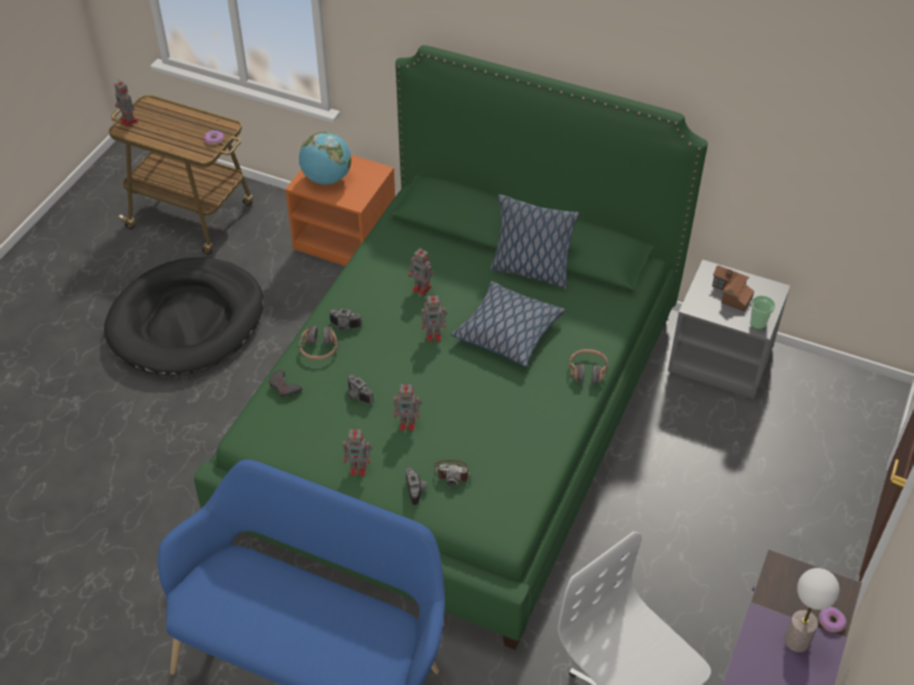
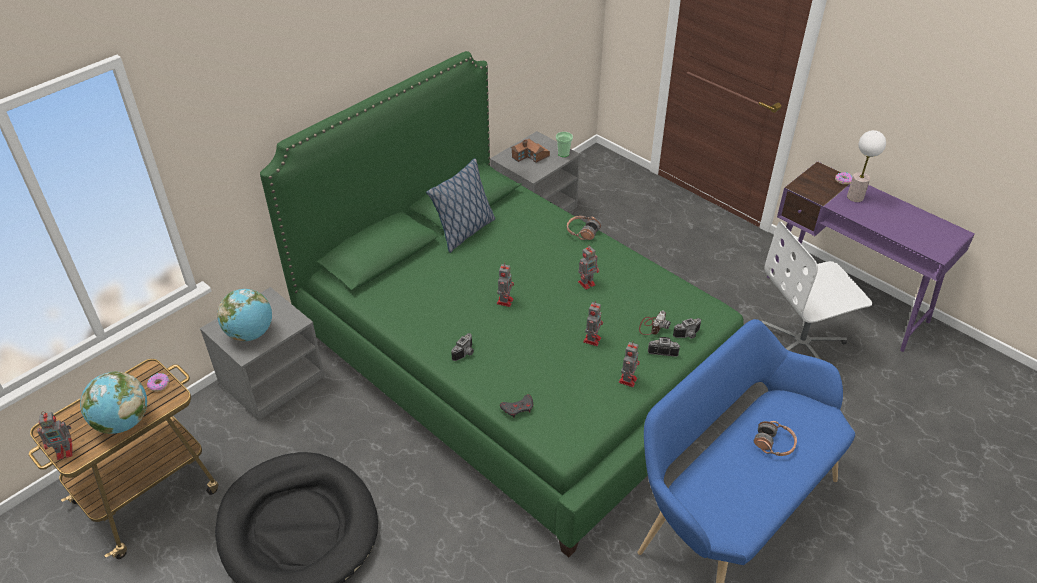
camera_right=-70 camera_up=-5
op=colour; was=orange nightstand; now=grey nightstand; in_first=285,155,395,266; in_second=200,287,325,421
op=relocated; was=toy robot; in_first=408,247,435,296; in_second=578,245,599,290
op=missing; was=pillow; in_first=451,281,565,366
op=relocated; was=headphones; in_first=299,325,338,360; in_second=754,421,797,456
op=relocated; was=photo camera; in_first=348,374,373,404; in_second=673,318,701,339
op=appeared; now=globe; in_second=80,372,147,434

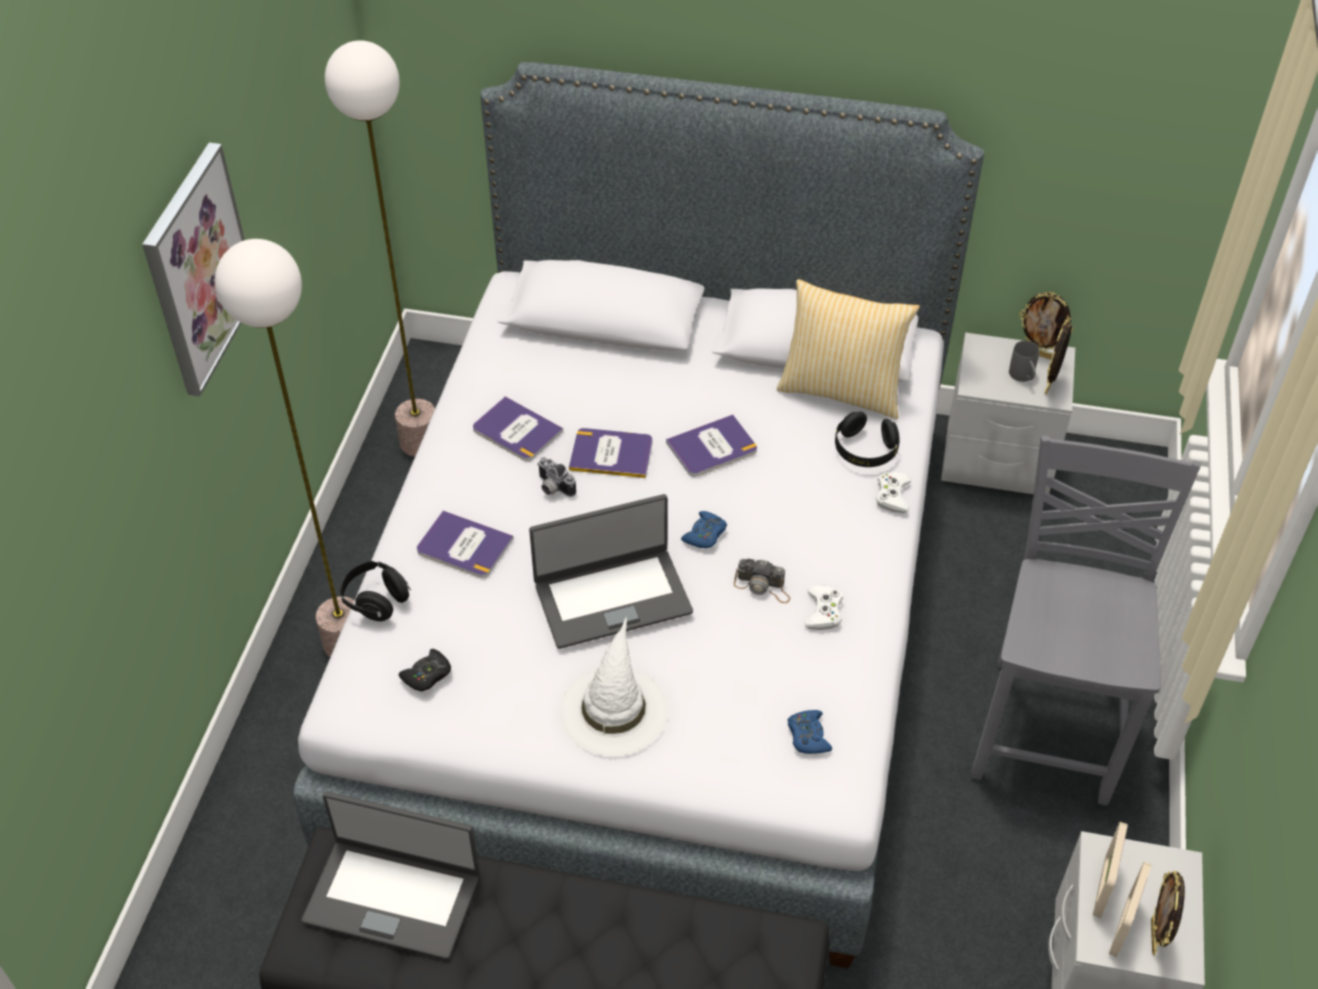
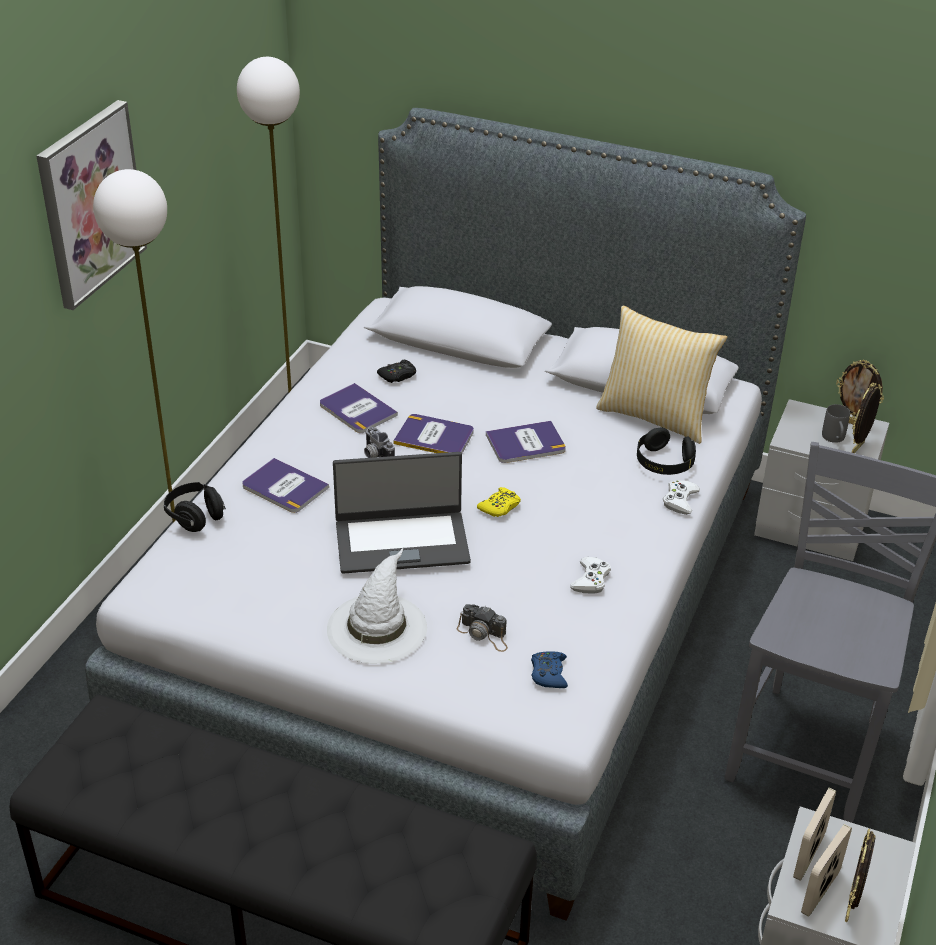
camera_right=10 camera_up=-10
op=colour; was=blue game controller; now=yellow game controller; in_first=681,511,727,548; in_second=477,487,521,517
op=relocated; was=photo camera; in_first=734,559,790,603; in_second=457,604,508,652
op=relocated; was=black game controller; in_first=399,649,451,691; in_second=377,360,416,383
op=missing; was=laptop; in_first=302,792,480,959

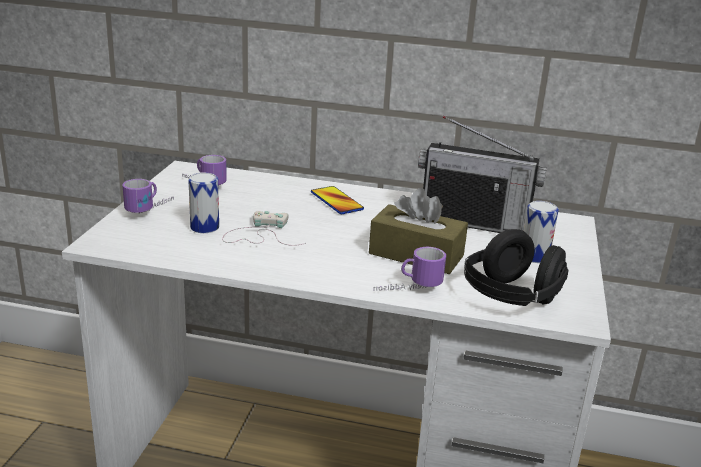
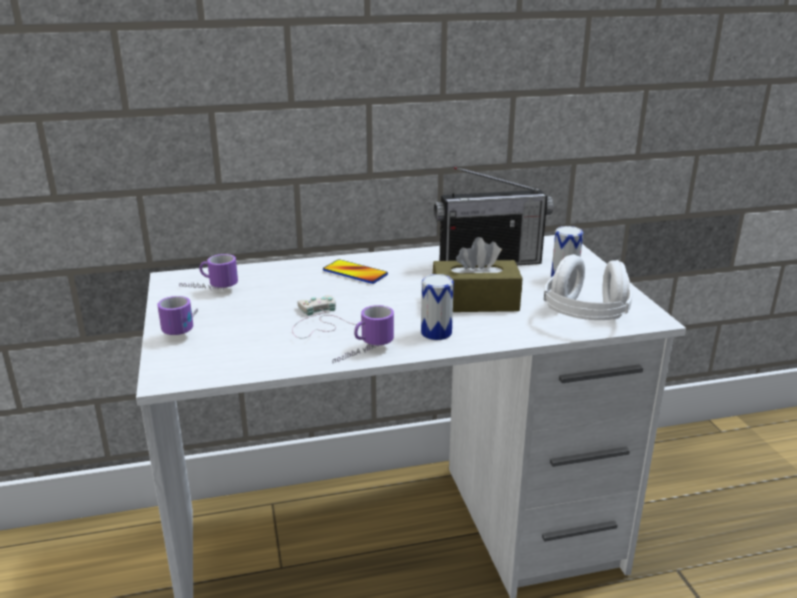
camera_right=-25 camera_up=0
op=relocated; was=can; in_first=188,172,219,233; in_second=421,274,454,340
op=colour; was=black headphones; now=white headphones; in_first=464,229,569,306; in_second=544,254,632,320
op=relocated; was=mug; in_first=373,247,446,291; in_second=333,305,394,363

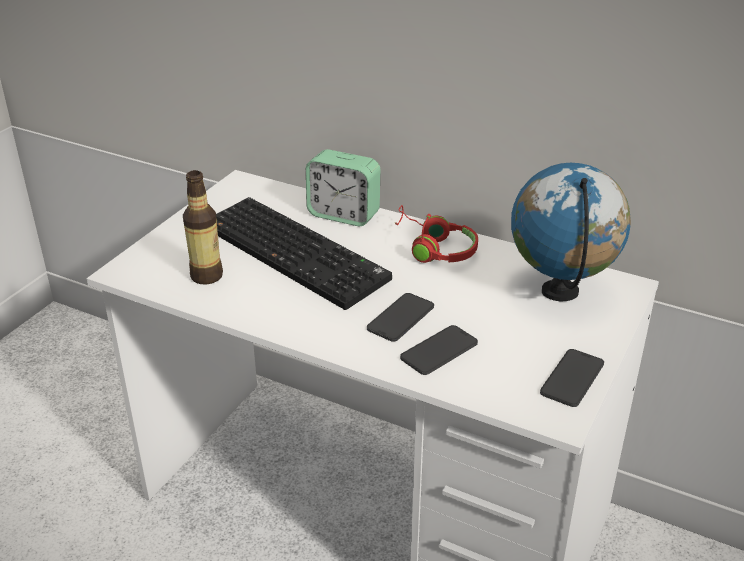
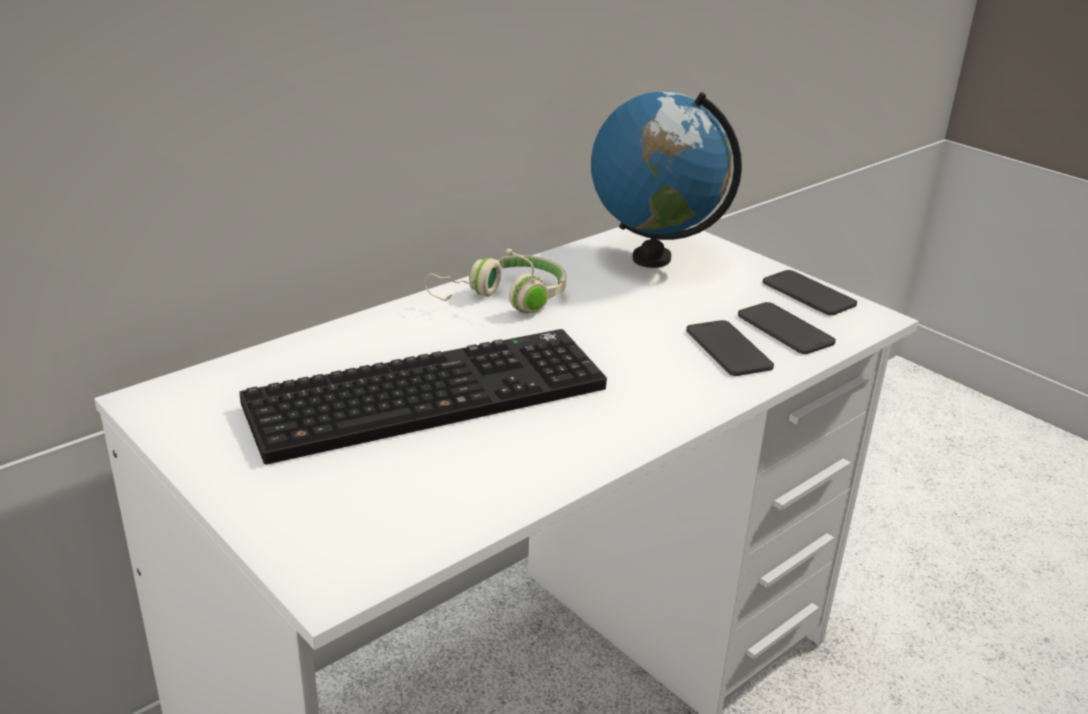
camera_right=-70 camera_up=-5
op=missing; was=alarm clock; in_first=306,149,380,226
op=missing; was=bottle; in_first=183,170,223,285
op=colour; was=red headphones; now=beige headphones; in_first=395,205,478,263; in_second=425,249,566,313
op=relocated; was=phone; in_first=367,293,434,342; in_second=738,302,836,354

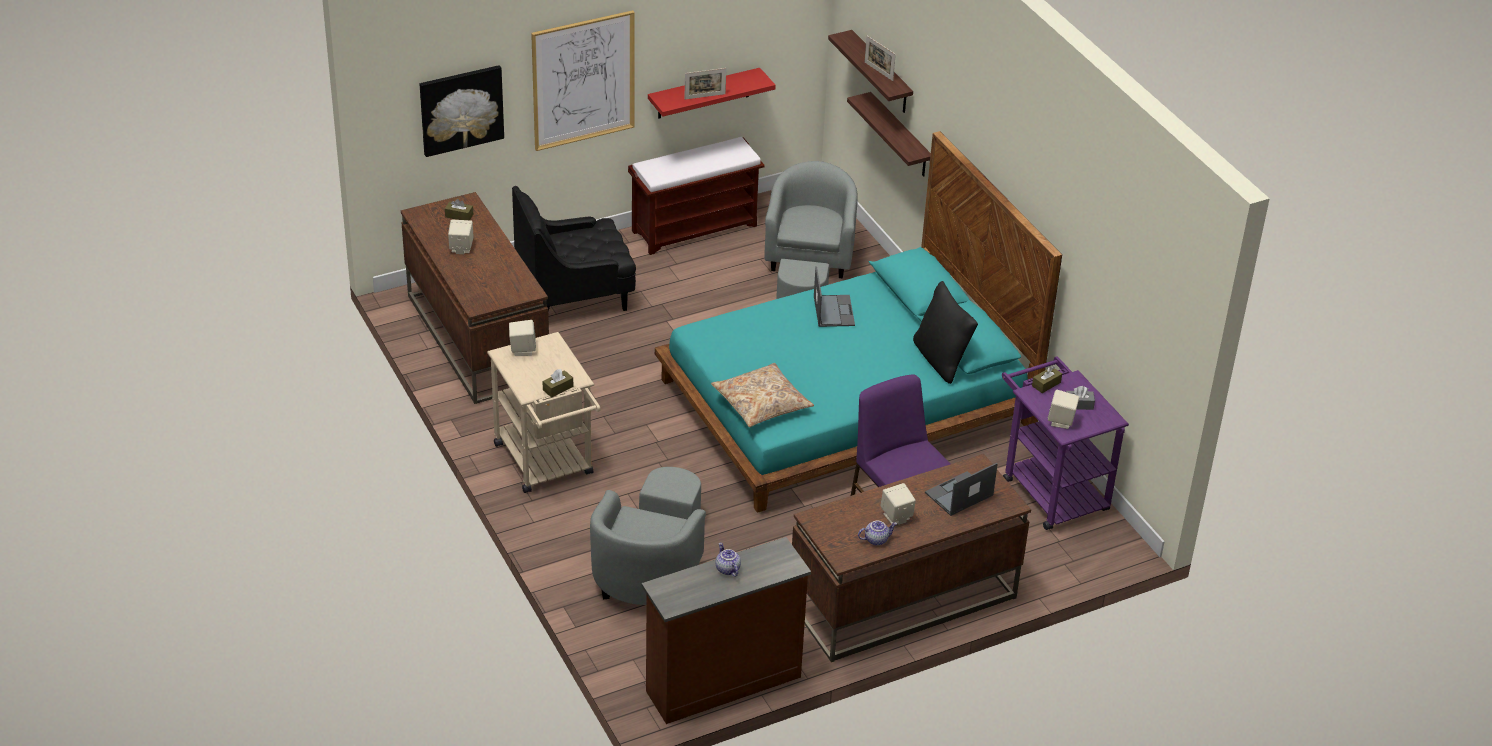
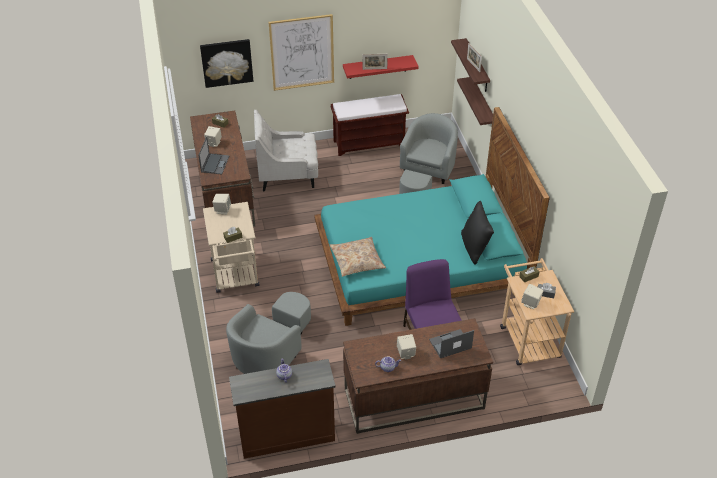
camera_right=15 camera_up=5
op=colour; was=black armchair; now=white armchair; in_first=512,186,636,311; in_second=254,110,318,191
op=relocated; was=laptop; in_first=814,266,855,327; in_second=198,137,229,174
op=colour; was=purple cart; now=beige cart; in_first=1002,356,1129,530; in_second=500,258,574,365

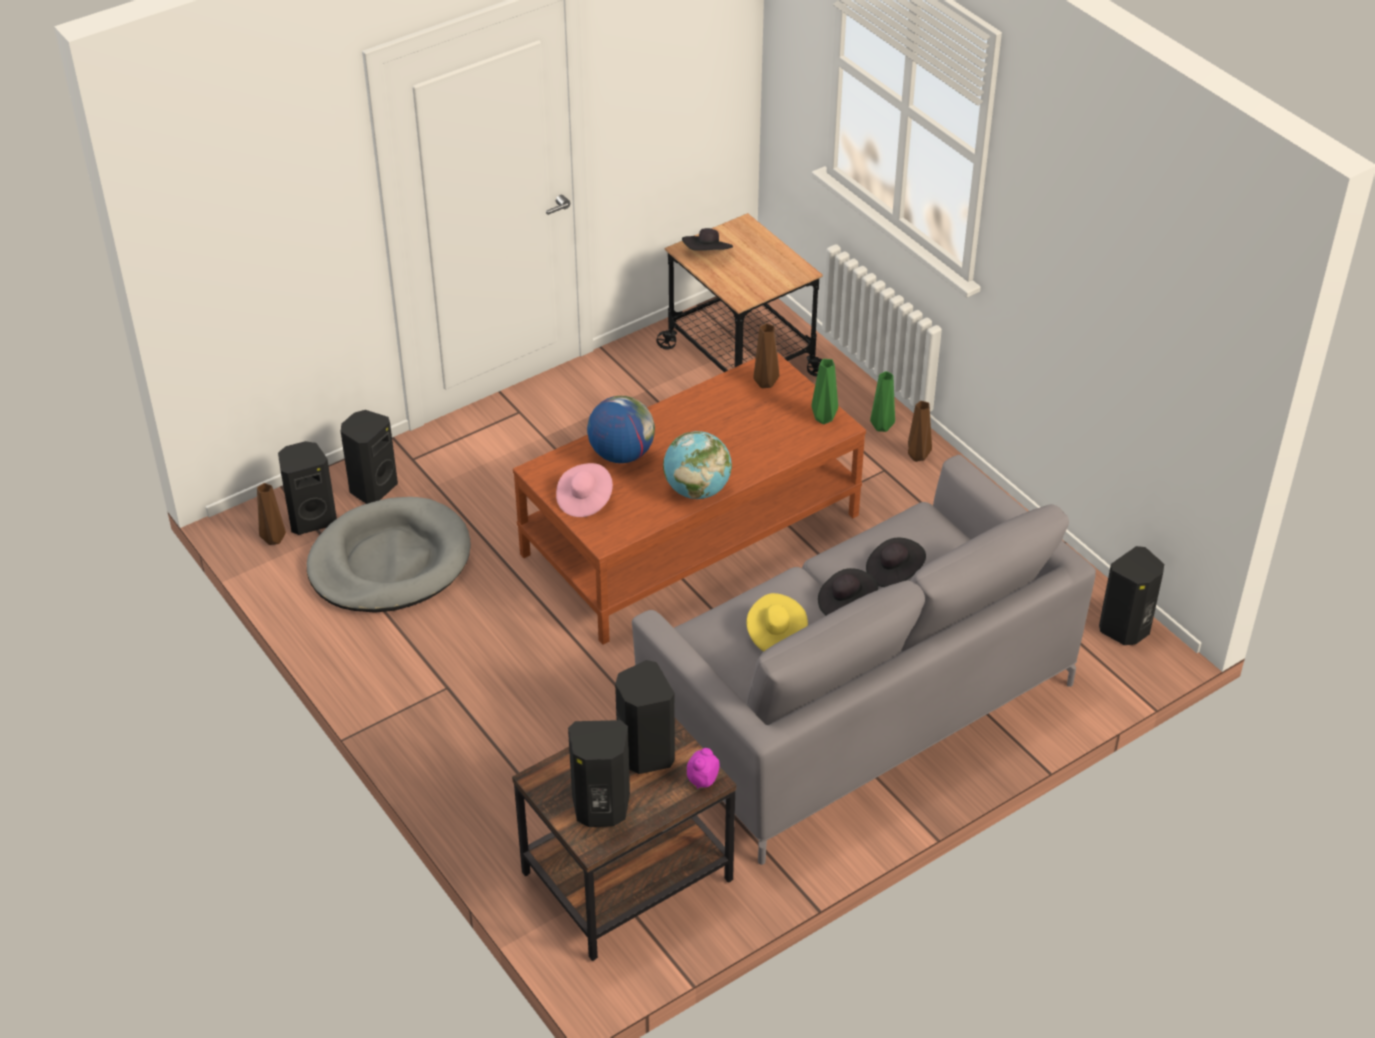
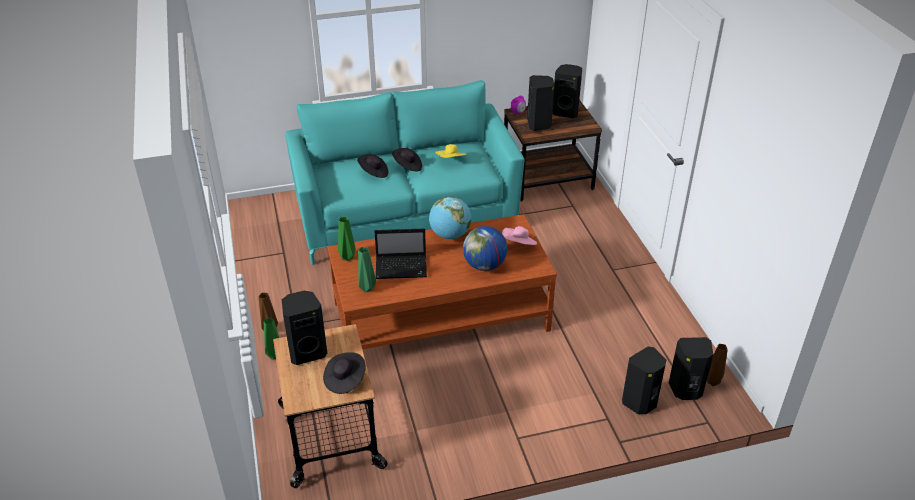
camera_right=-160 camera_up=-5
op=colour; was=brown vase; now=green vase; in_first=753,323,779,388; in_second=358,247,376,292
op=colour; was=grey sofa; now=turquoise sofa; in_first=632,455,1096,865; in_second=285,80,525,265
op=missing; was=grey dog bed; in_first=307,497,471,613
op=relocated; was=black speaker; in_first=1099,546,1164,645; in_second=282,291,327,365
op=appeared; now=laptop; in_second=375,229,427,279

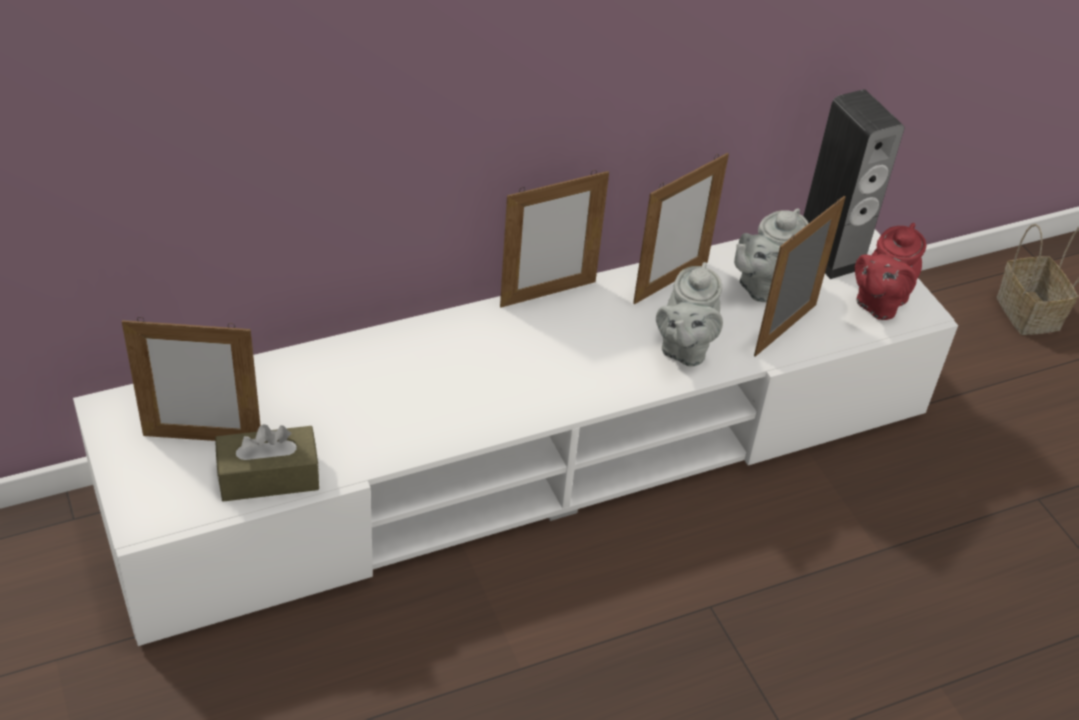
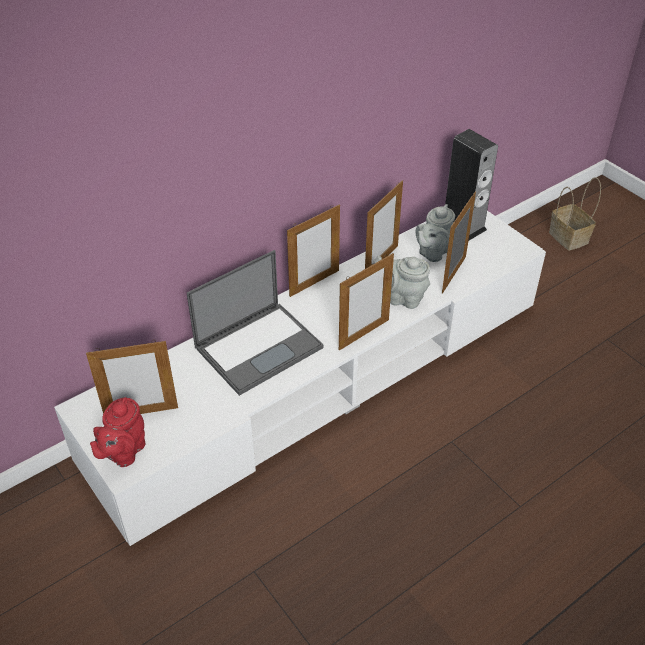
camera_right=-10 camera_up=0
op=relocated; was=red teapot; in_first=855,223,926,320; in_second=90,397,145,467
op=spun; was=grey teapot; in_first=656,262,723,367; in_second=372,255,430,309; clockwise=105
op=missing; was=brown tissue box; in_first=215,424,319,502
op=appeared; now=laptop; in_second=187,250,324,396
op=appeared; now=picture frame; in_second=339,253,394,351

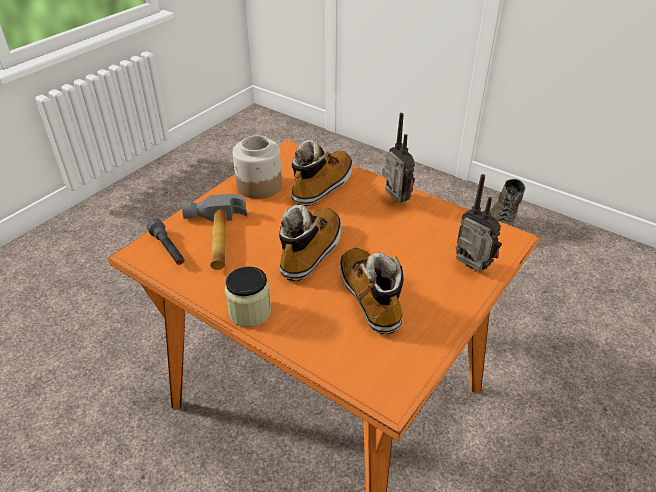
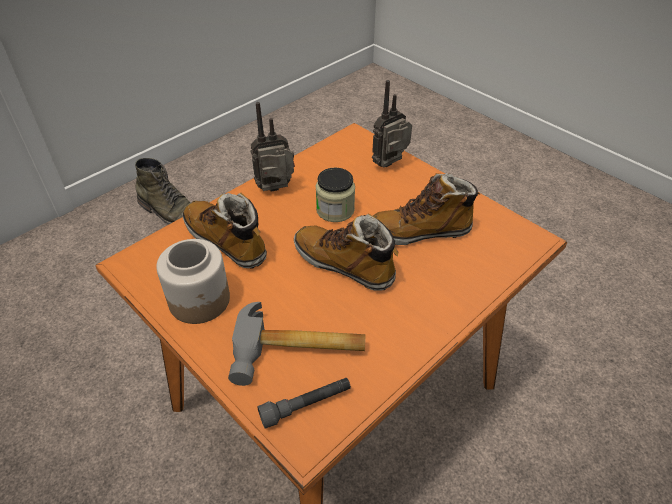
camera_right=-80 camera_up=5
op=relocated; was=jar; in_first=225,267,271,327; in_second=316,168,355,222

